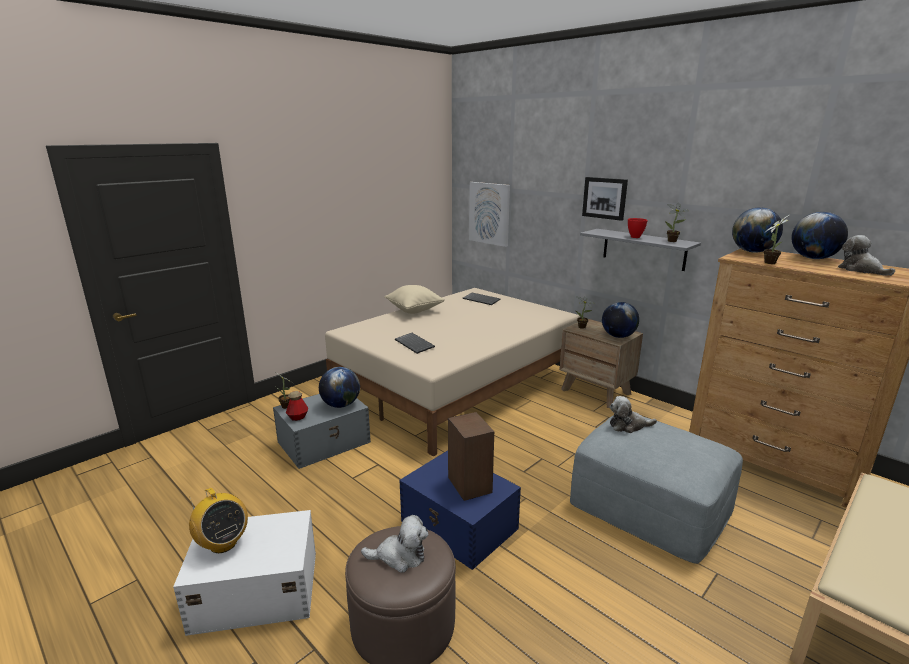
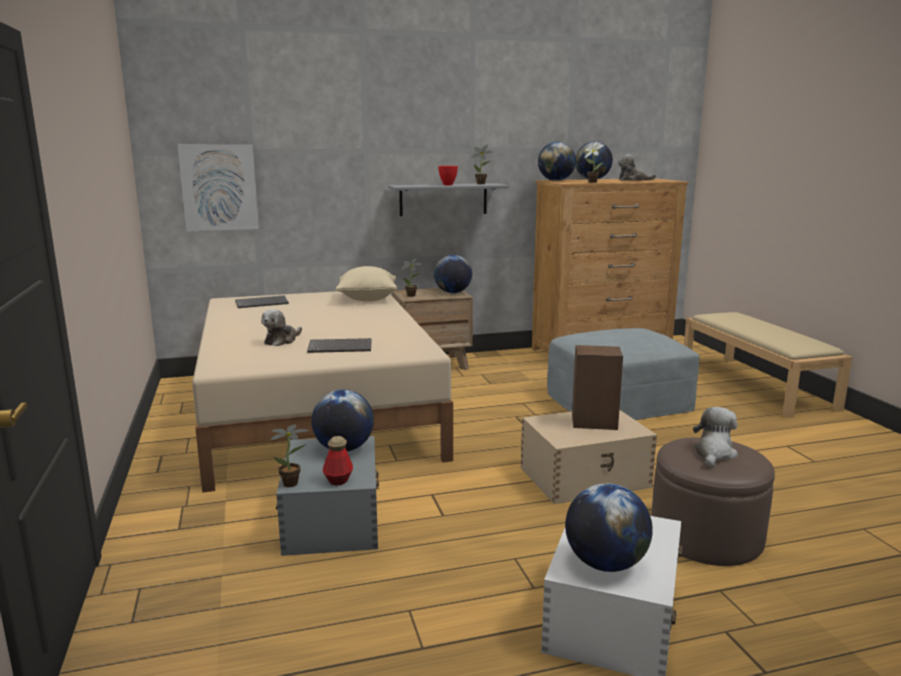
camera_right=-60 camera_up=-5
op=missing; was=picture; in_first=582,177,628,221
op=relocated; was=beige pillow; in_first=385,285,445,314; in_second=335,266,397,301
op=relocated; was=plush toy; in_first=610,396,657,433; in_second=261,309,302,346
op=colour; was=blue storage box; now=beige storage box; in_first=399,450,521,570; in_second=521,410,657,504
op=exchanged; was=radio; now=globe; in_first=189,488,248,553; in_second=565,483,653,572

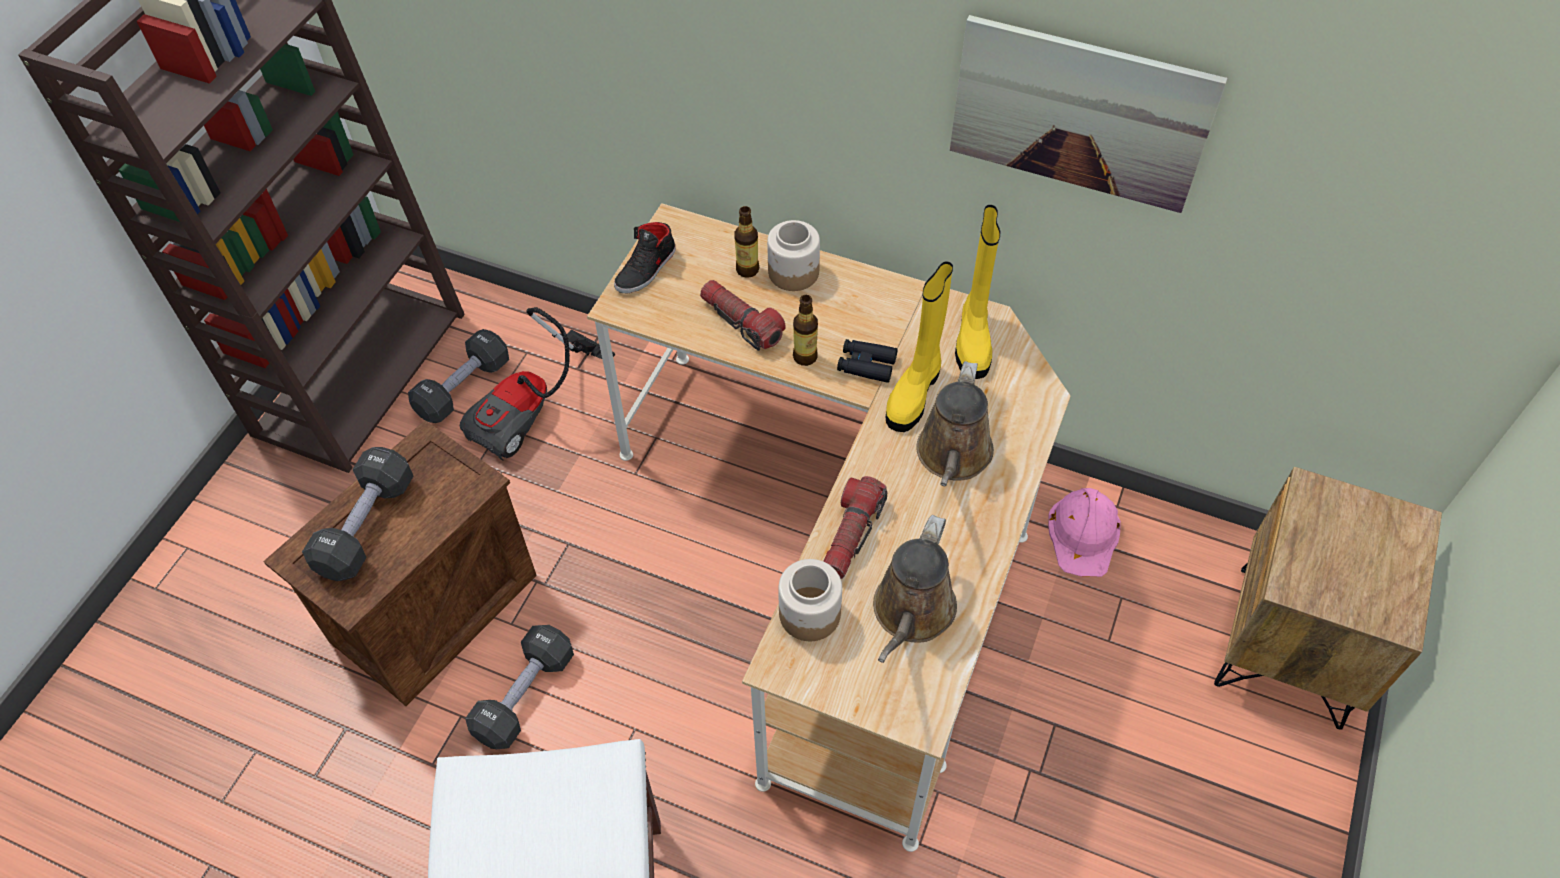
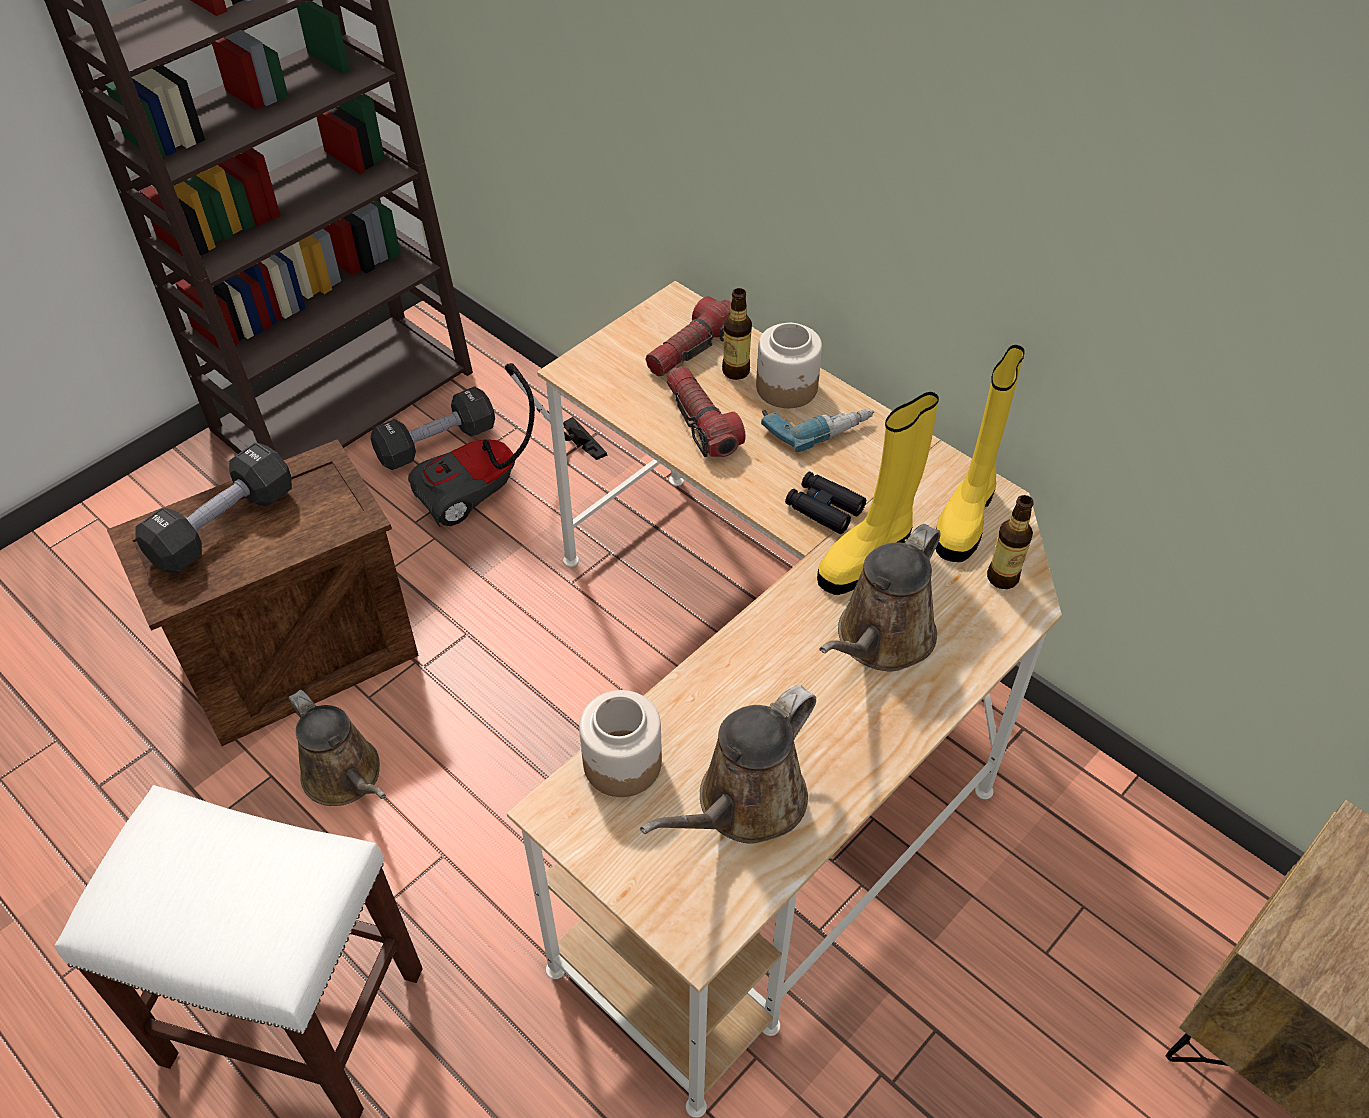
camera_right=20 camera_up=-5
op=missing; was=picture; in_first=950,15,1228,213
op=missing; was=black shoe; in_first=614,222,676,293
op=relocated; was=bottle; in_first=793,295,818,366; in_second=987,495,1034,589
op=relocated; was=flashlight; in_first=823,476,888,579; in_second=645,296,731,376
op=missing; was=pink hard hat; in_first=1048,488,1121,577
op=exchanged; was=black dumbbell; now=brown watering can; in_first=465,625,574,749; in_second=288,690,386,806
op=appeared; now=power drill; in_second=761,409,874,452

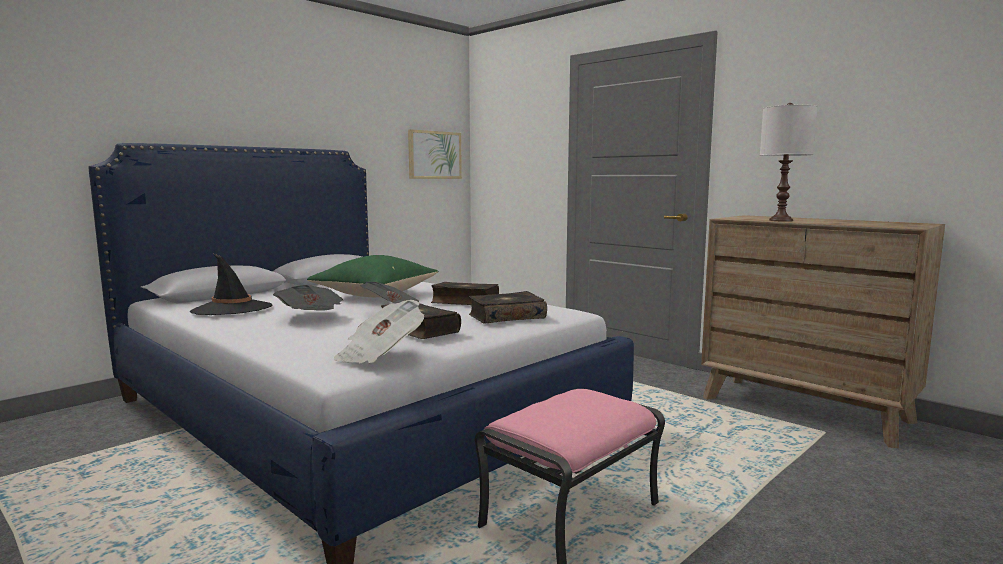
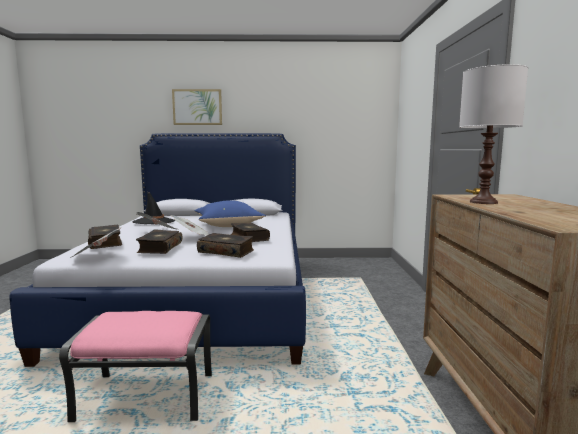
camera_right=45 camera_up=0
op=relocated; was=picture; in_first=408,129,462,179; in_second=172,89,222,125
op=colour; was=green pillow; now=blue pillow; in_first=307,255,438,297; in_second=195,200,266,227
op=appeared; now=book; in_second=88,225,122,249

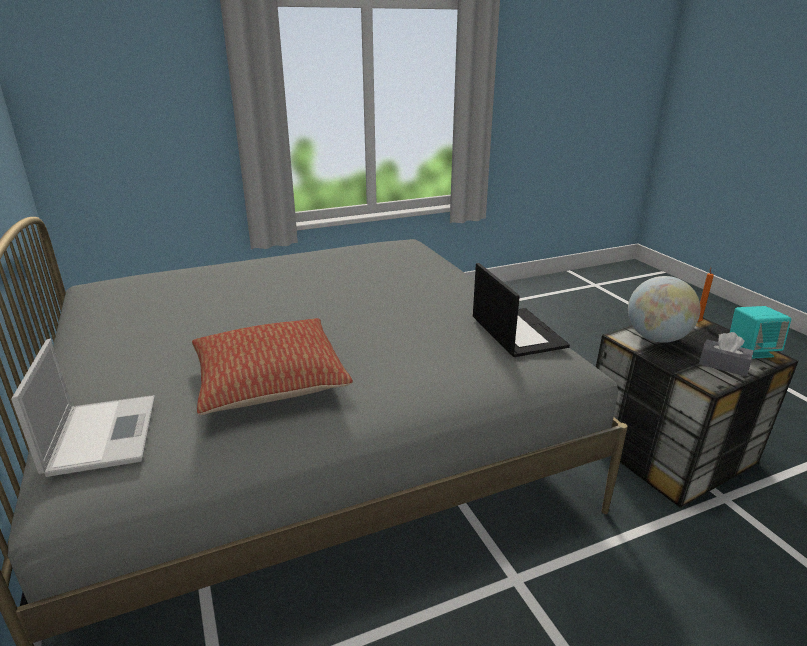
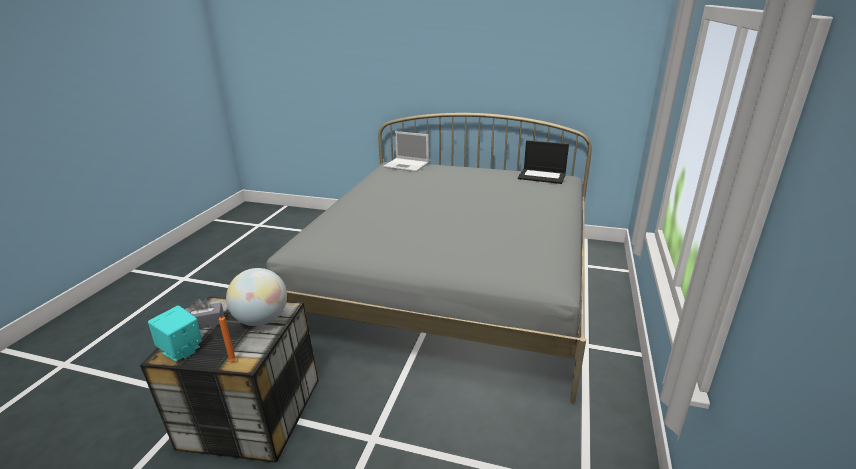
camera_right=130 camera_up=0
op=relocated; was=laptop; in_first=473,263,570,357; in_second=518,140,569,184
op=missing; was=pillow; in_first=192,318,353,415

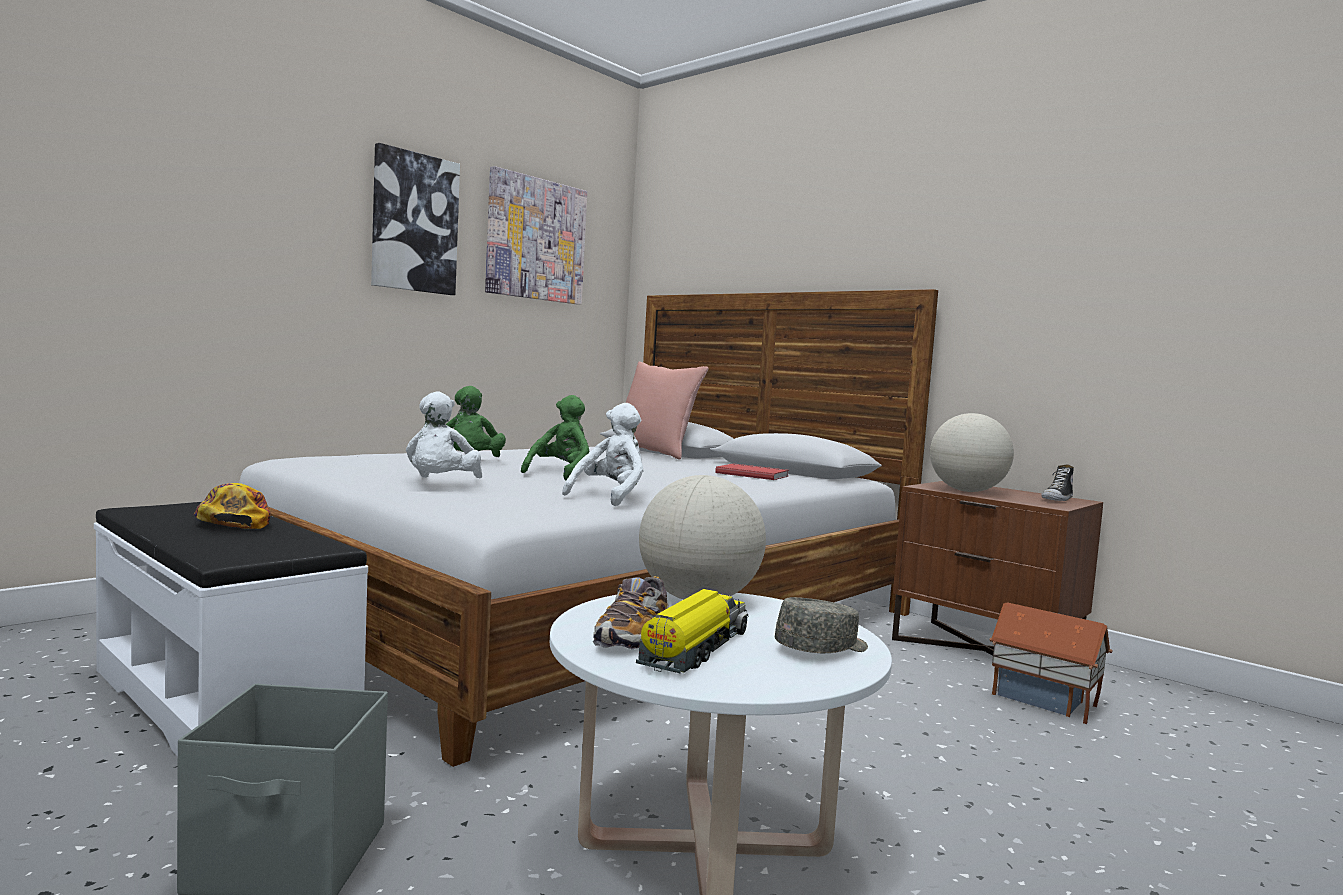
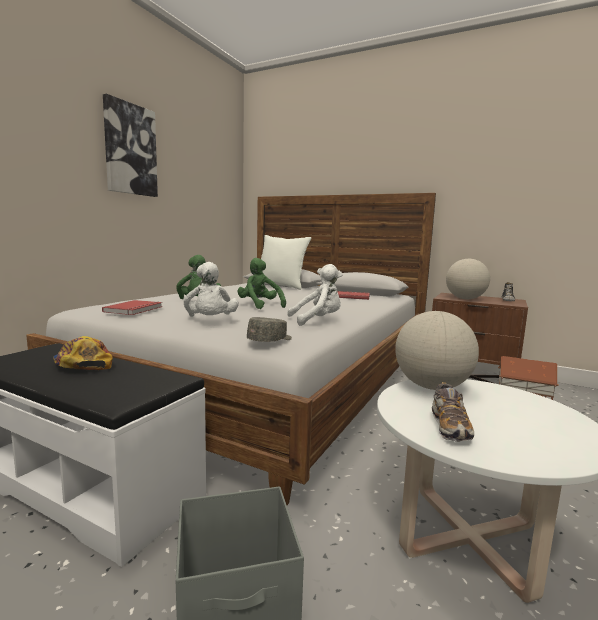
camera_right=-15 camera_up=5
op=missing; was=picture; in_first=485,166,587,305
op=colour; was=pink pillow; now=white pillow; in_first=626,362,709,459; in_second=261,235,311,290
op=spun; was=green plush toy; in_first=521,395,590,480; in_second=237,258,286,309; clockwise=-45
op=spun; was=white plush toy; in_first=562,403,644,506; in_second=287,264,343,326; clockwise=60
op=missing; was=toy truck; in_first=636,589,748,673
op=relocated; was=grey cap; in_first=775,597,868,653; in_second=247,317,292,342
op=appeared; now=red book; in_second=102,300,162,315

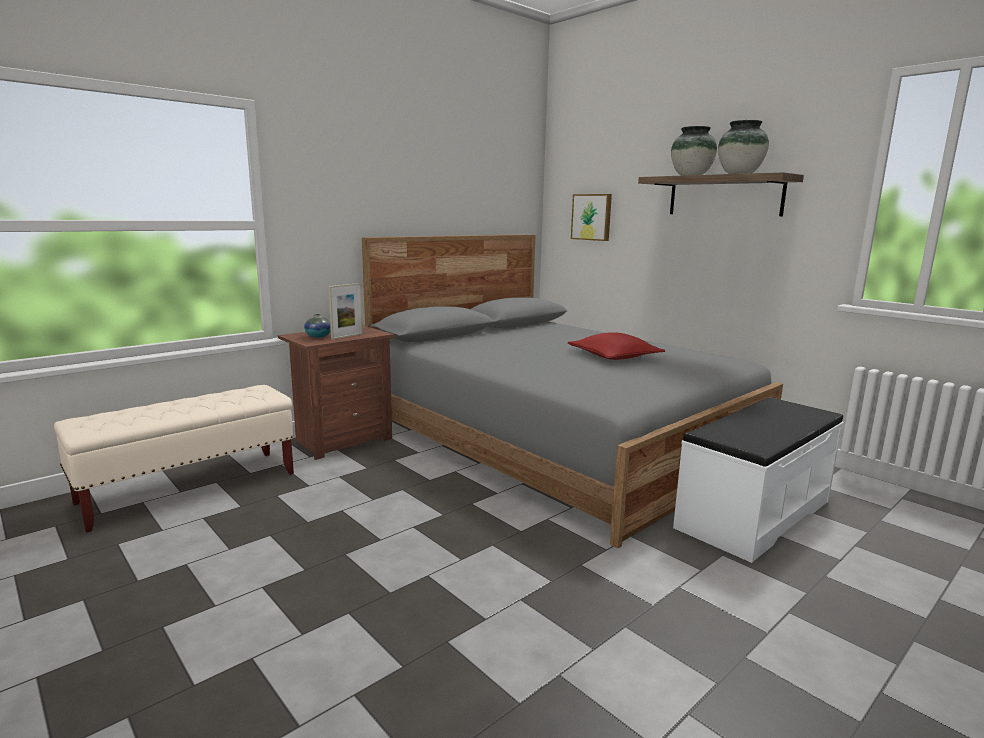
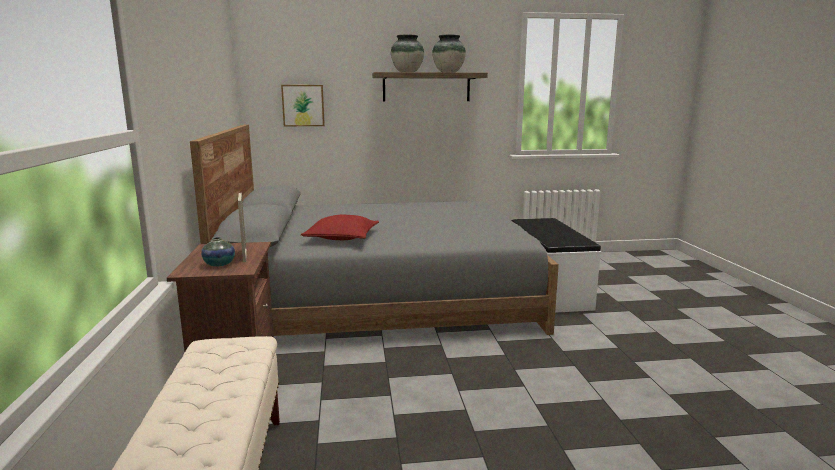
camera_right=-55 camera_up=0
op=relocated; was=red pillow; in_first=567,332,665,360; in_second=301,215,379,240

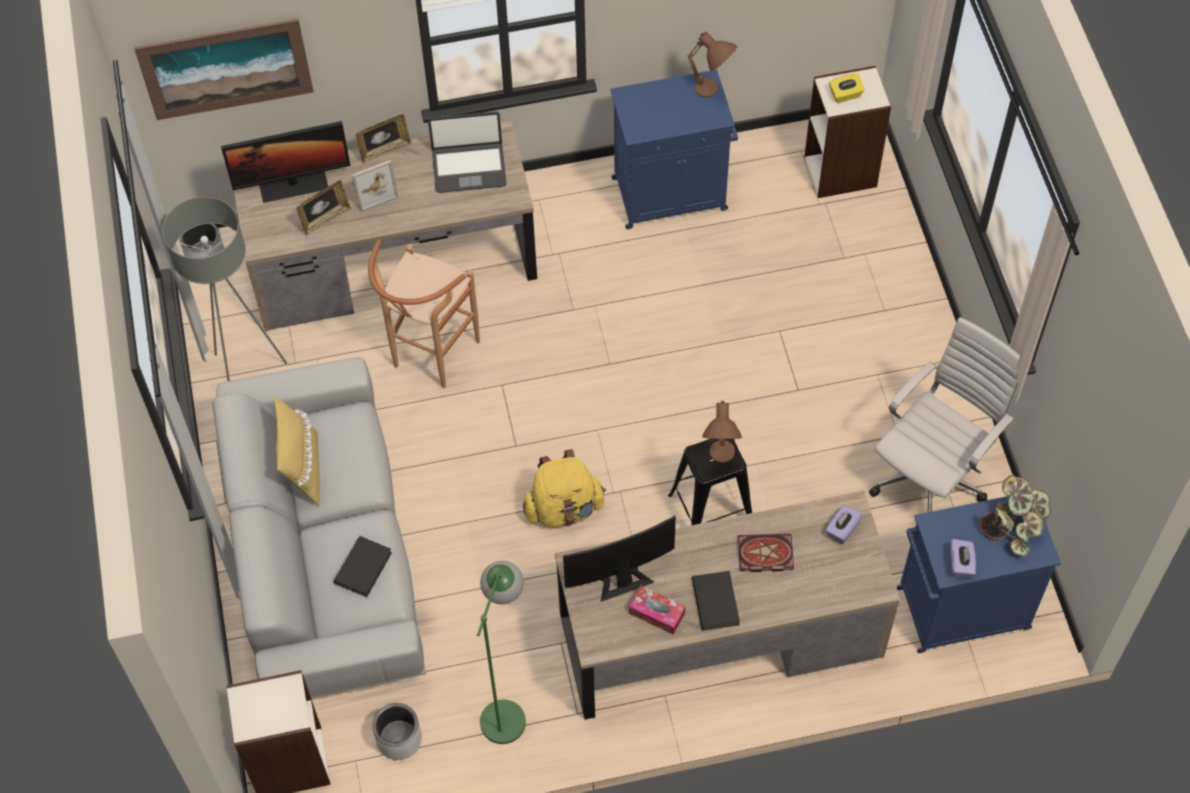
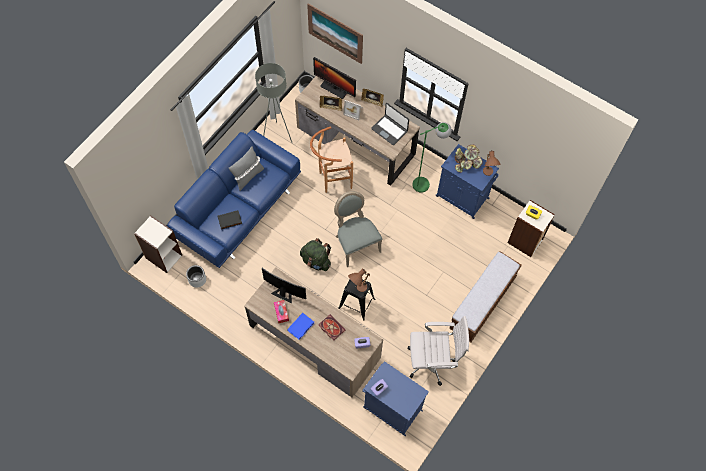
camera_right=45 camera_up=5
op=colour; was=grey sofa; now=blue sofa; in_first=212,357,426,698; in_second=167,130,301,268
op=colour; was=yellow pillow; now=grey pillow; in_first=274,396,320,506; in_second=228,146,264,191
op=colour; was=yellow backpack; now=green backpack; in_first=523,449,606,528; in_second=300,238,331,271
op=relocated; was=potted plant; in_first=980,475,1051,556; in_second=455,145,483,173
op=relocated; was=green floor lamp; in_first=477,561,526,744; in_second=412,122,452,193
op=colour; was=black book; now=blue book; in_first=692,571,740,631; in_second=287,313,314,340
op=appeared; now=grey chair; in_second=334,191,382,267
op=appeared; now=bench; in_second=449,251,522,342

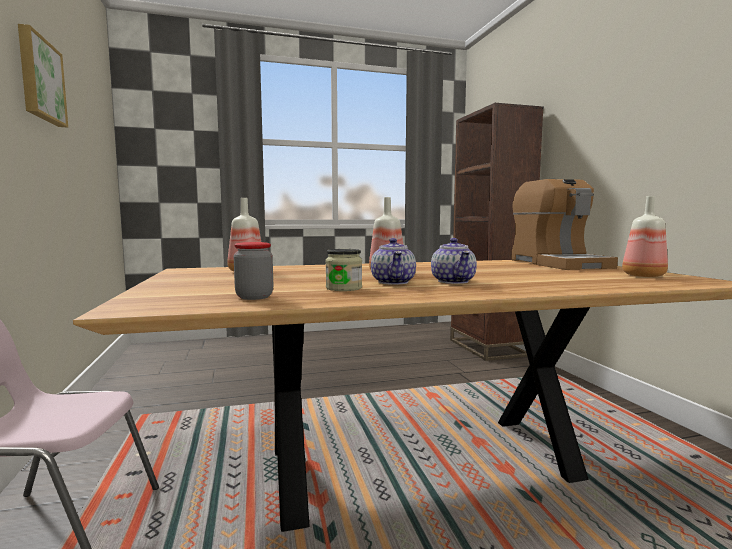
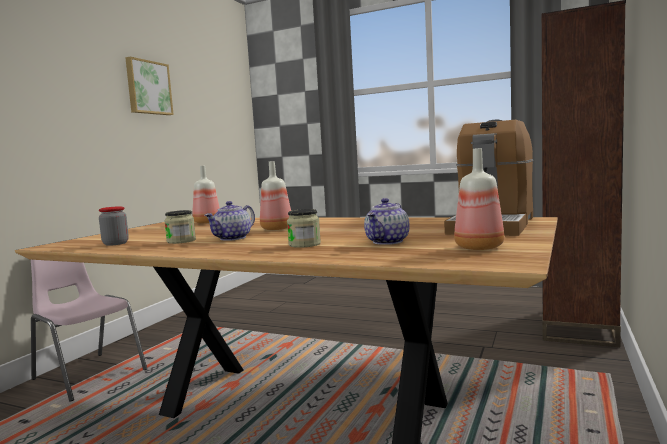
camera_right=40 camera_up=0
op=relocated; was=teapot; in_first=431,238,477,284; in_second=364,198,410,245
op=appeared; now=jar; in_second=287,209,321,248

